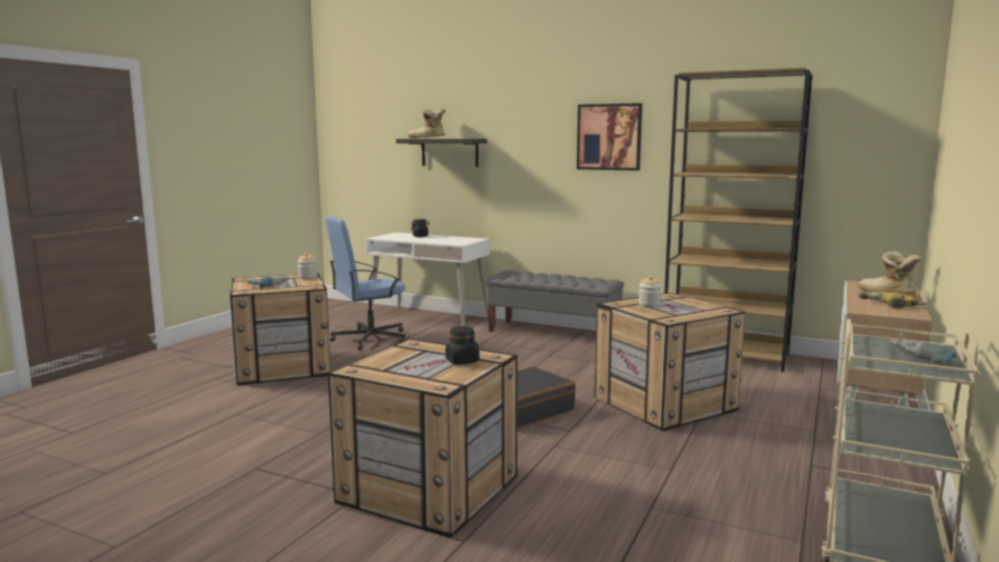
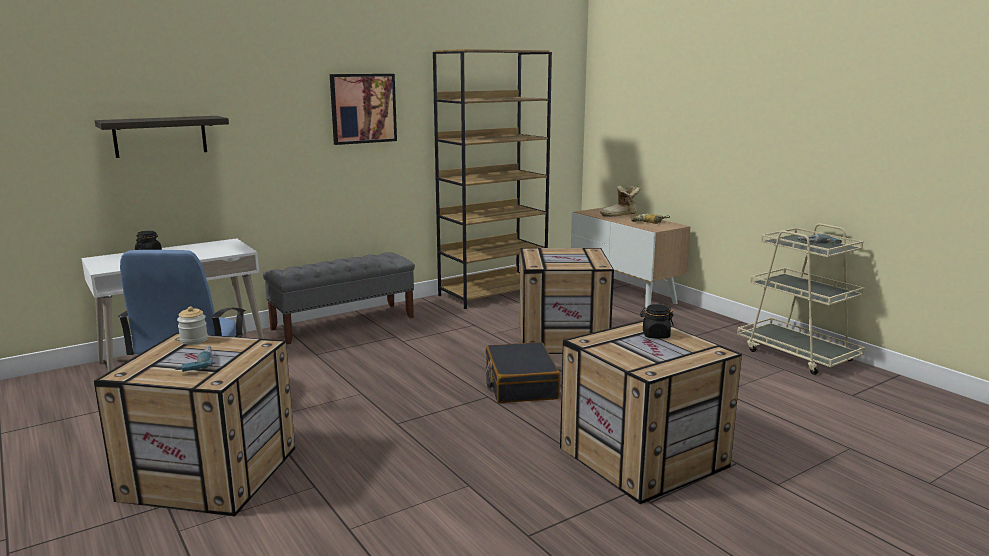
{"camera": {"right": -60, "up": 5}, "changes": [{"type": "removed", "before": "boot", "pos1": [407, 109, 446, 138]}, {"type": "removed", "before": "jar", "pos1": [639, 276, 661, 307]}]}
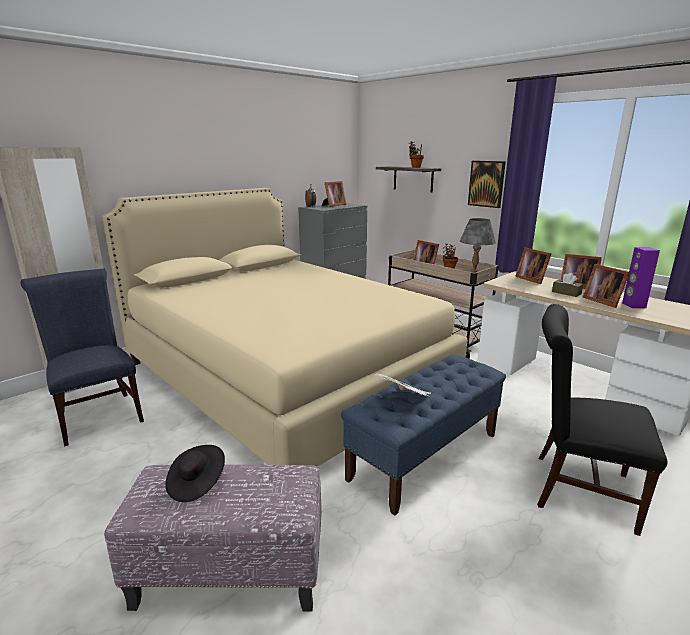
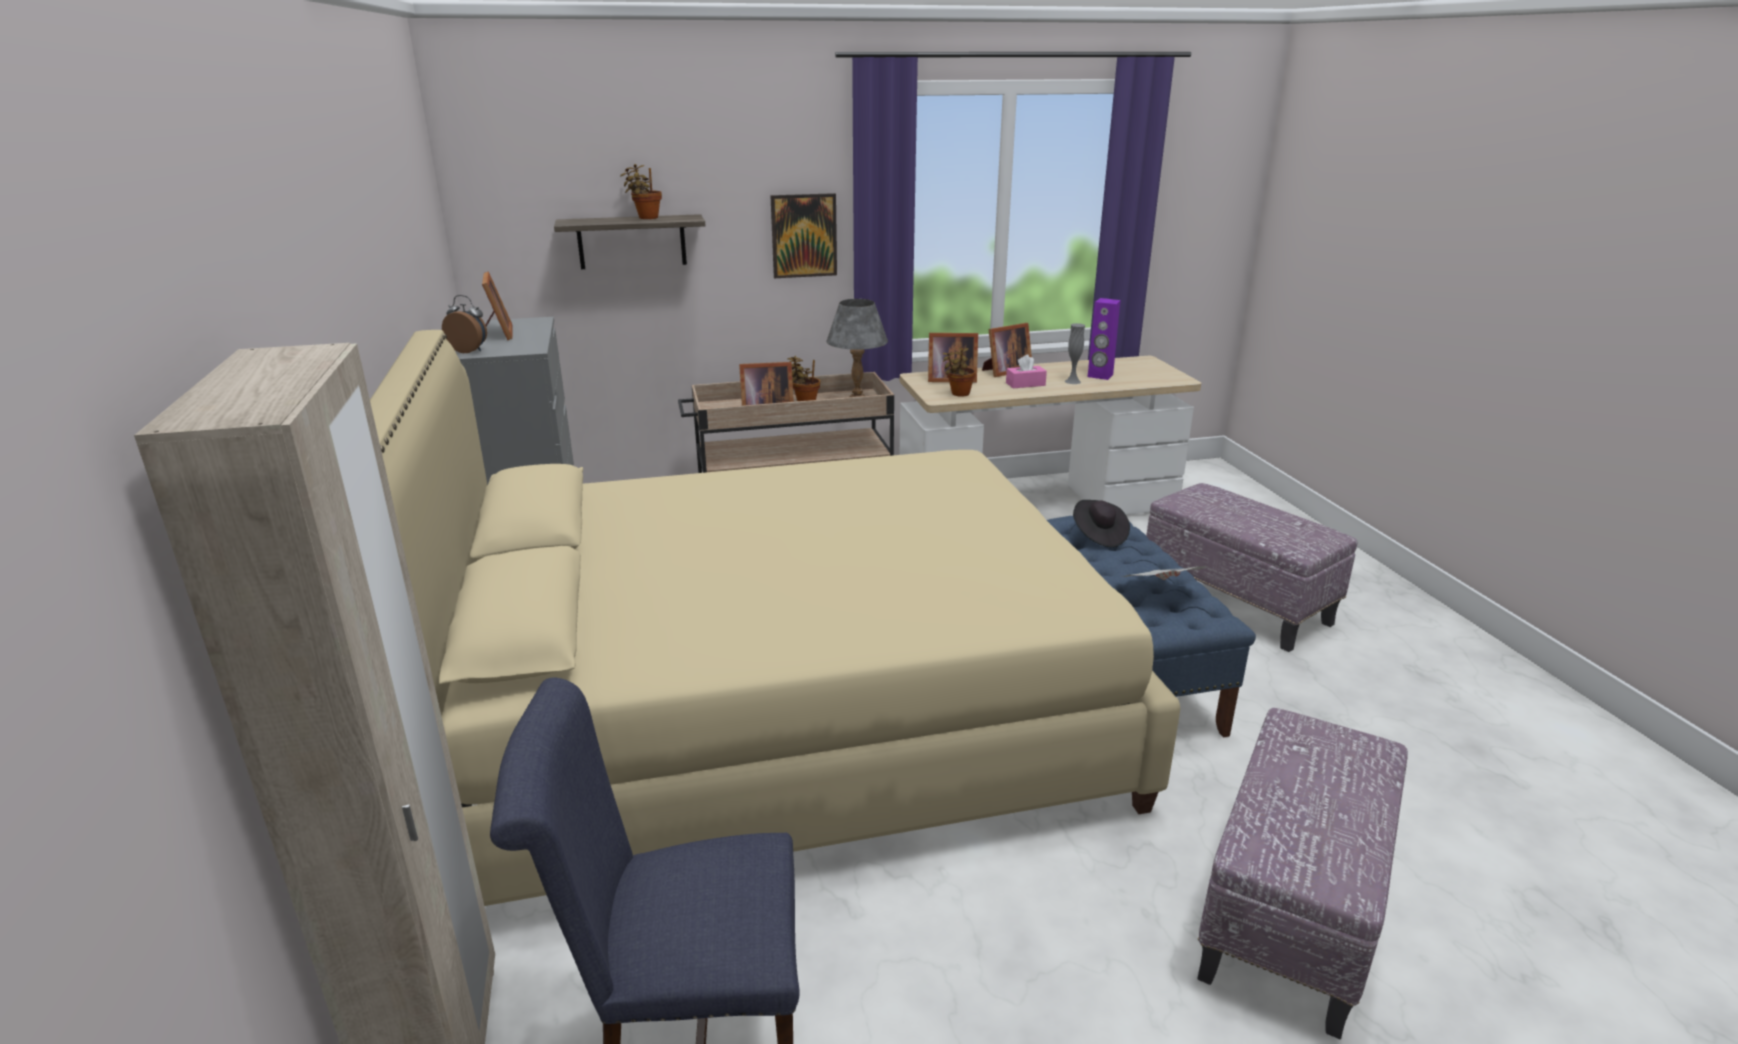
{"camera": {"right": -60, "up": 5}, "changes": [{"type": "replaced", "before": "picture frame", "after": "gray decorative vase", "pos1": [583, 264, 630, 308], "pos2": [1064, 323, 1085, 384]}, {"type": "recoloured", "before": "brownish tissue holder", "after": "pink tissue holder", "pos1": [552, 273, 583, 297], "pos2": [1006, 354, 1047, 388]}, {"type": "replaced", "before": "blackish chair", "after": "ottoman", "pos1": [537, 304, 668, 536], "pos2": [1146, 483, 1358, 652]}, {"type": "moved", "before": "blackish clothing hat", "pos1": [165, 445, 225, 502], "pos2": [1073, 500, 1130, 547]}, {"type": "added", "after": "potted plant", "pos2": [943, 348, 976, 396]}]}
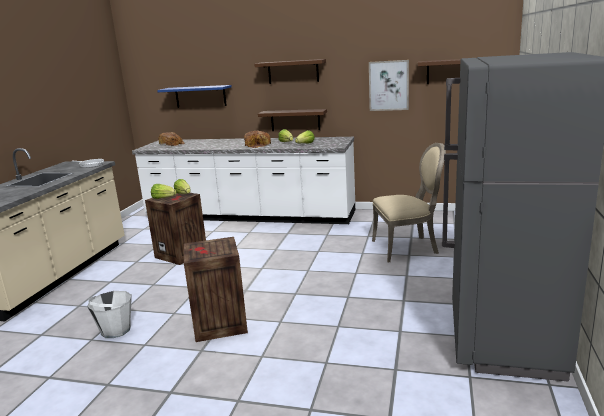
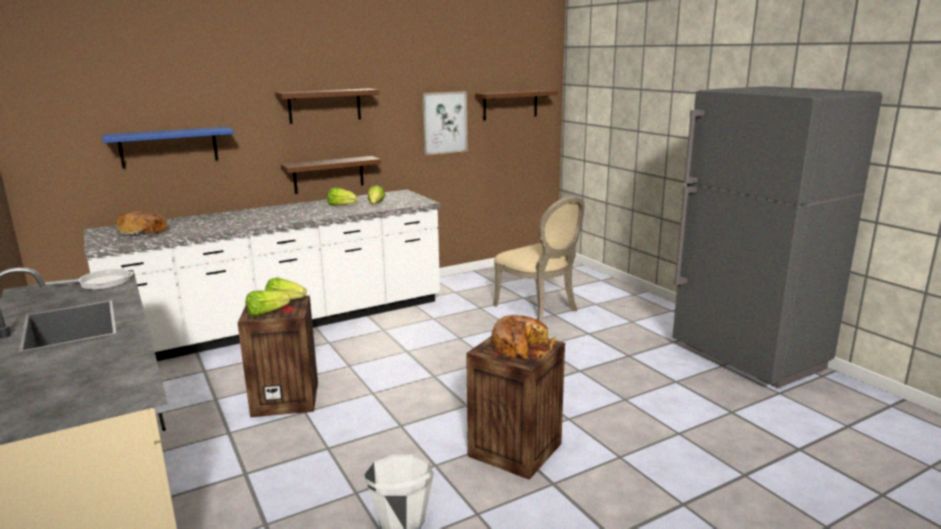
{"camera": {"right": -45, "up": 0}, "changes": [{"type": "moved", "before": "bakery bread", "pos1": [244, 131, 271, 148], "pos2": [491, 315, 556, 359]}, {"type": "turned", "before": "beige-coloured chair", "pos1": [372, 143, 446, 263], "pos2": [493, 196, 584, 322], "turn": 105}]}
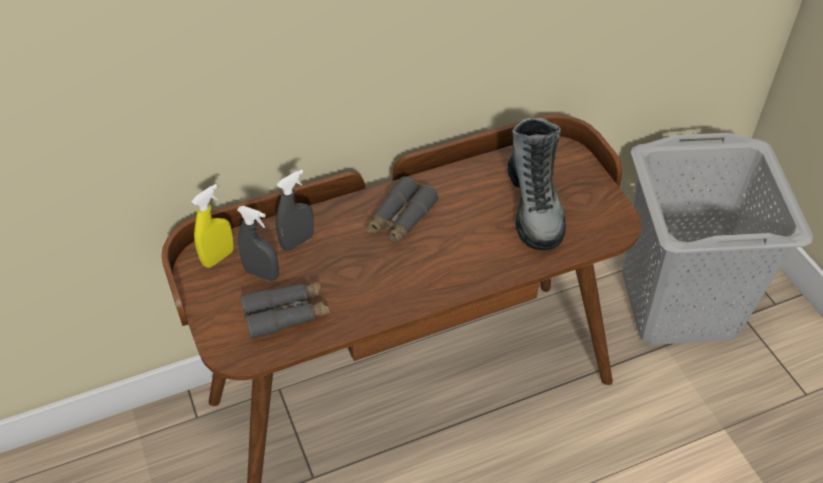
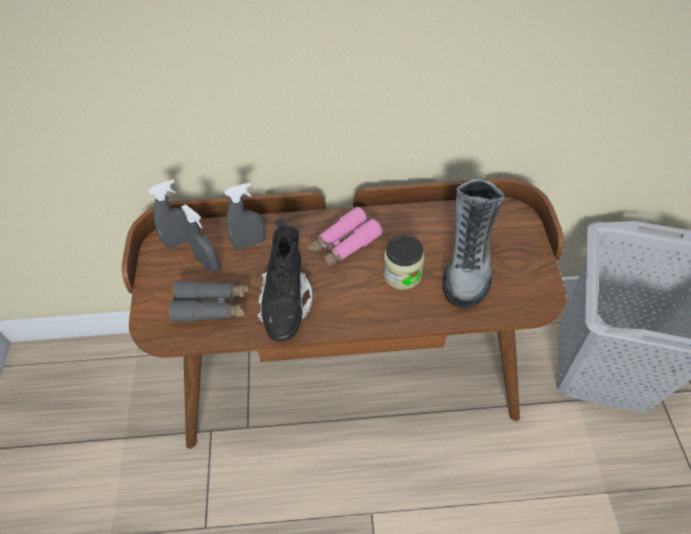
{"camera": {"right": 20, "up": 5}, "changes": [{"type": "recoloured", "before": "gray field glasses", "after": "pink field glasses", "pos1": [366, 176, 439, 245], "pos2": [308, 207, 383, 267]}, {"type": "recoloured", "before": "yellowish sprayer", "after": "gray sprayer", "pos1": [191, 184, 234, 268], "pos2": [148, 179, 189, 248]}, {"type": "added", "after": "blackish boot", "pos2": [257, 218, 313, 341]}, {"type": "added", "after": "jar", "pos2": [383, 235, 425, 290]}]}
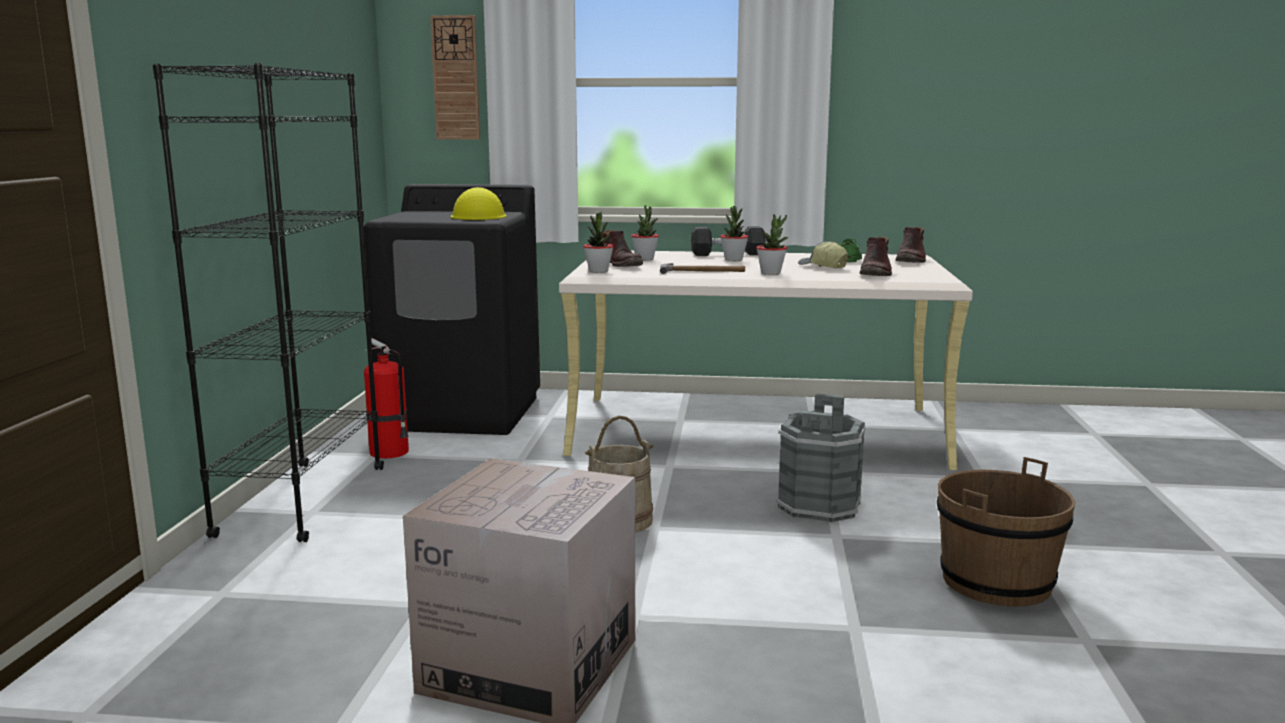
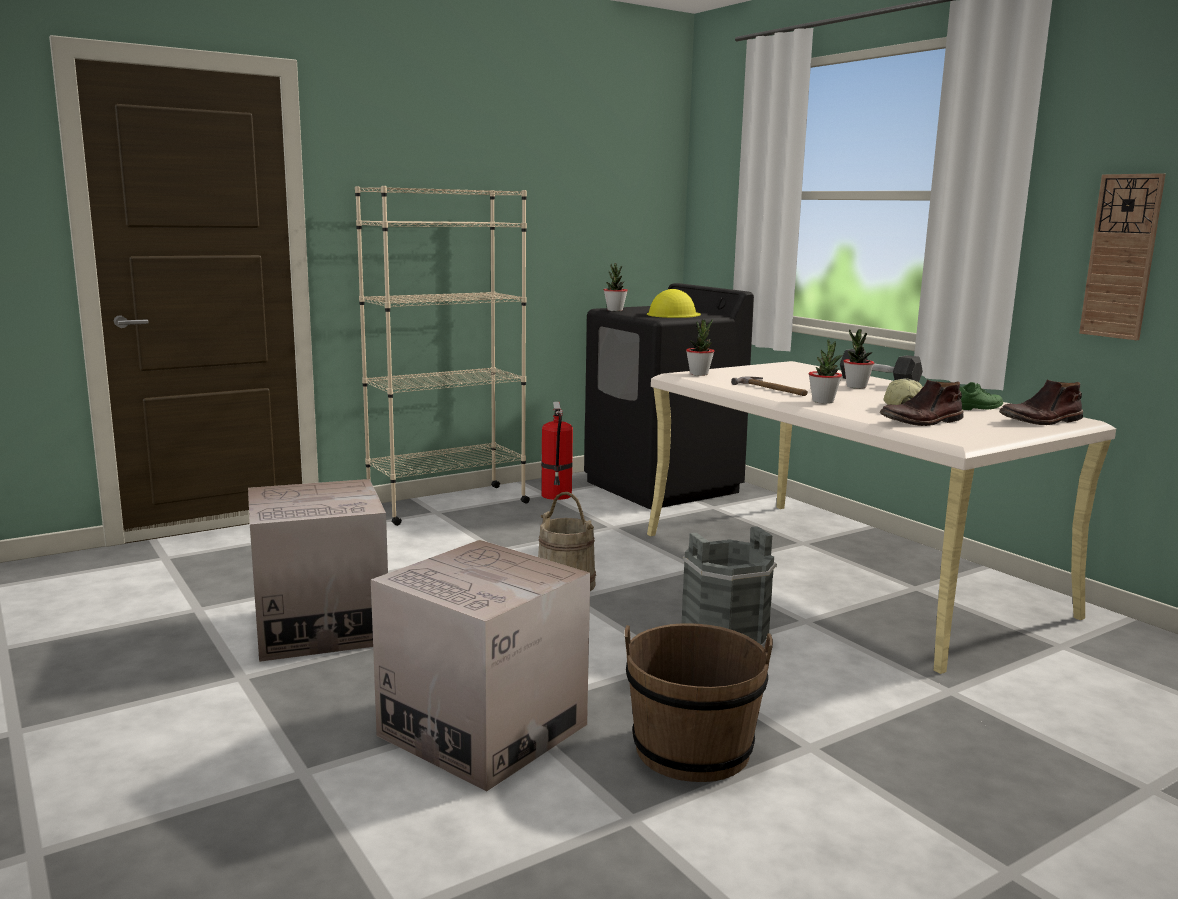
{"camera": {"right": 50, "up": 0}, "changes": [{"type": "moved", "before": "clock on the wall", "pos1": [430, 15, 480, 140], "pos2": [1079, 173, 1166, 340]}, {"type": "recoloured", "before": "blackish bookcase", "after": "beige-coloured bookcase", "pos1": [153, 63, 384, 542], "pos2": [355, 186, 530, 526]}, {"type": "moved", "before": "potted plant", "pos1": [631, 205, 659, 260], "pos2": [604, 263, 628, 311]}, {"type": "removed", "before": "brownish boot", "pos1": [602, 230, 643, 267]}, {"type": "added", "after": "packing box", "pos2": [371, 540, 590, 792]}]}
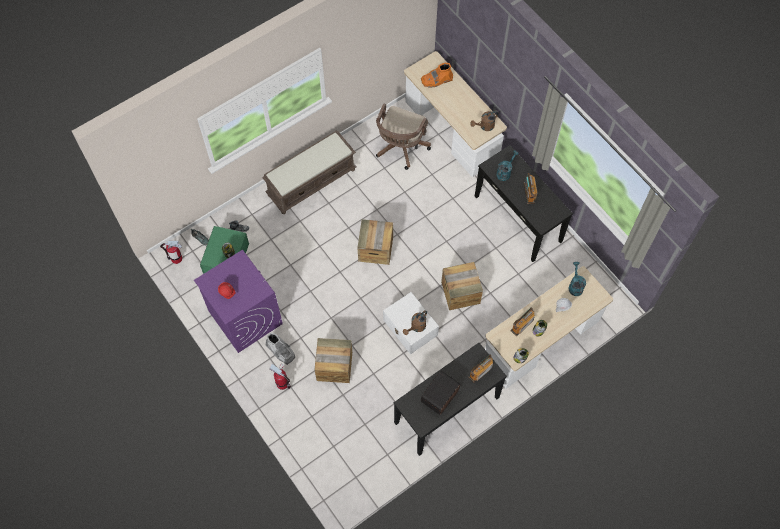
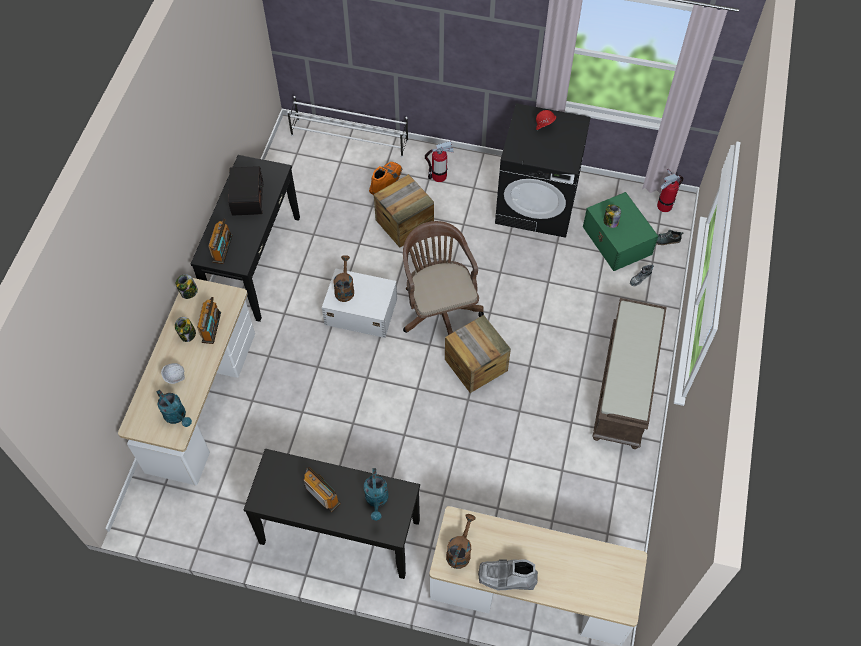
{"camera": {"right": 140, "up": -5}, "changes": [{"type": "moved", "before": "orange-coloured boot", "pos1": [421, 63, 453, 87], "pos2": [369, 162, 402, 195]}, {"type": "moved", "before": "brownish office chair", "pos1": [376, 104, 431, 170], "pos2": [403, 221, 484, 335]}, {"type": "recoloured", "before": "purple-coloured laundry machine", "after": "blackish laundry machine", "pos1": [194, 250, 283, 353], "pos2": [495, 103, 591, 238]}, {"type": "removed", "before": "crate", "pos1": [441, 262, 483, 310]}, {"type": "moved", "before": "gray boot", "pos1": [266, 333, 295, 365], "pos2": [478, 559, 538, 590]}, {"type": "added", "after": "white-coloured shoe rack", "pos2": [287, 96, 408, 157]}]}
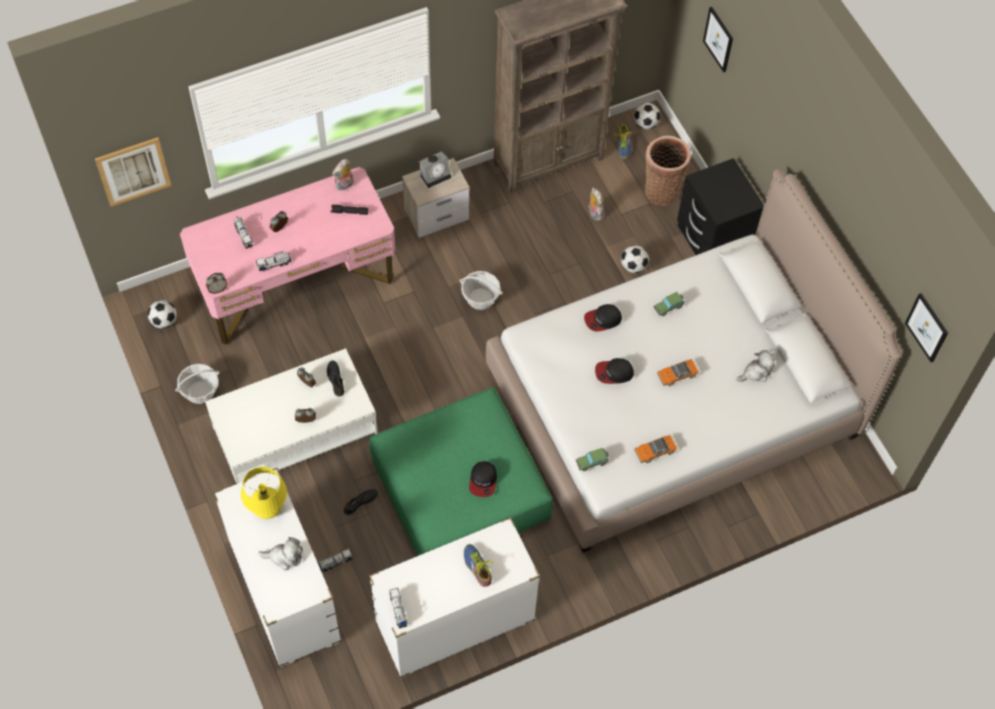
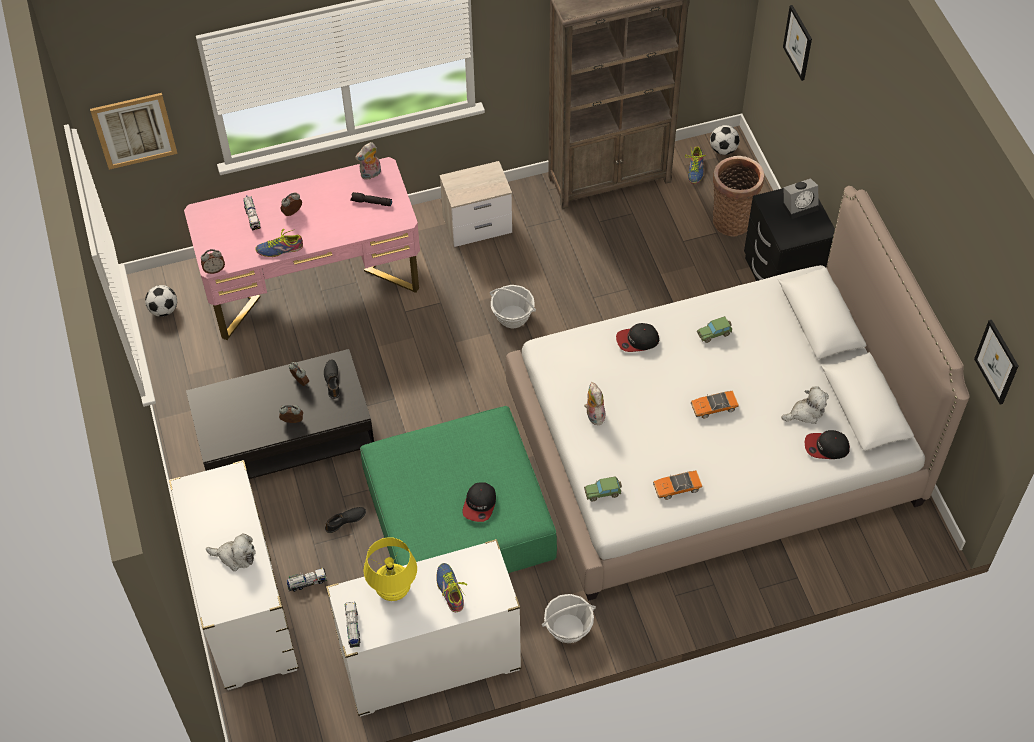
{"camera": {"right": 10, "up": -5}, "changes": [{"type": "moved", "before": "table clock", "pos1": [419, 151, 451, 188], "pos2": [783, 178, 818, 219]}, {"type": "moved", "before": "soft toy", "pos1": [588, 187, 604, 221], "pos2": [584, 382, 605, 425]}, {"type": "removed", "before": "ball for football", "pos1": [621, 245, 649, 273]}, {"type": "replaced", "before": "toy truck", "after": "low shoe", "pos1": [256, 251, 292, 271], "pos2": [255, 229, 303, 257]}, {"type": "recoloured", "before": "white-coloured low table", "after": "blackish low table", "pos1": [205, 348, 378, 484], "pos2": [186, 349, 374, 479]}, {"type": "moved", "before": "cap", "pos1": [595, 358, 634, 384], "pos2": [805, 430, 850, 459]}, {"type": "moved", "before": "basket", "pos1": [175, 364, 220, 404], "pos2": [542, 594, 596, 643]}, {"type": "moved", "before": "yellowish lamp for a table", "pos1": [241, 467, 287, 519], "pos2": [364, 537, 417, 601]}]}
